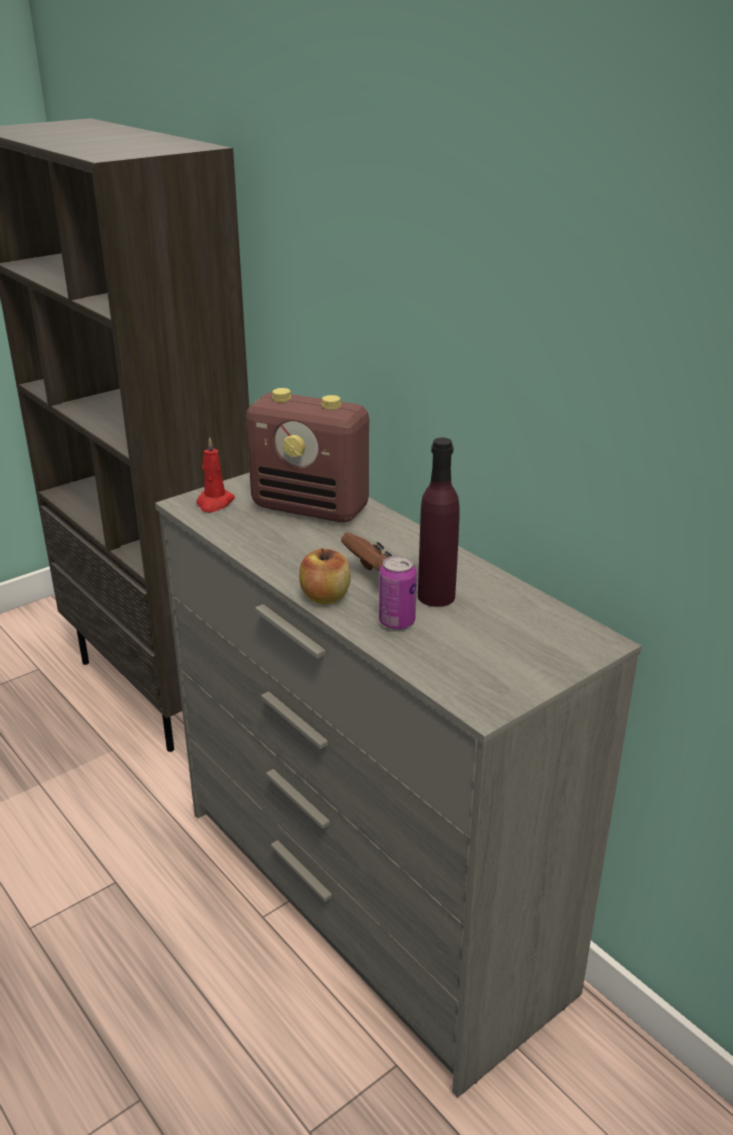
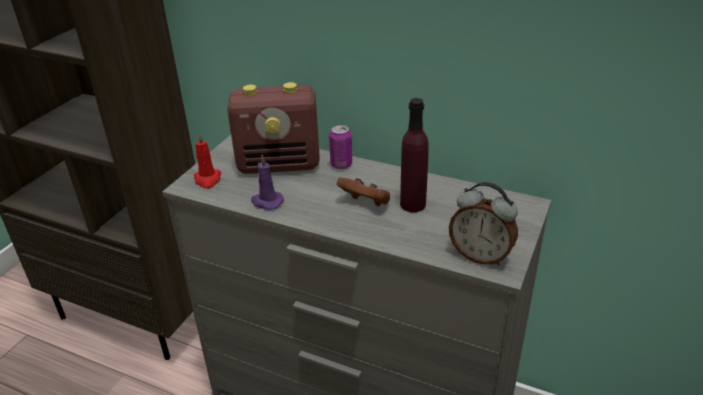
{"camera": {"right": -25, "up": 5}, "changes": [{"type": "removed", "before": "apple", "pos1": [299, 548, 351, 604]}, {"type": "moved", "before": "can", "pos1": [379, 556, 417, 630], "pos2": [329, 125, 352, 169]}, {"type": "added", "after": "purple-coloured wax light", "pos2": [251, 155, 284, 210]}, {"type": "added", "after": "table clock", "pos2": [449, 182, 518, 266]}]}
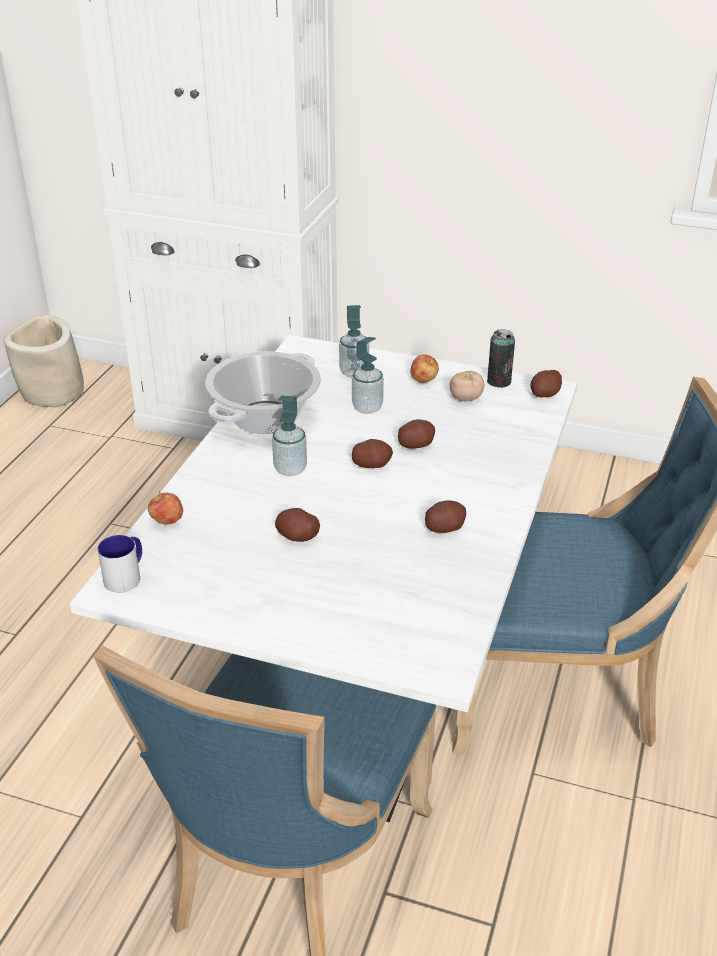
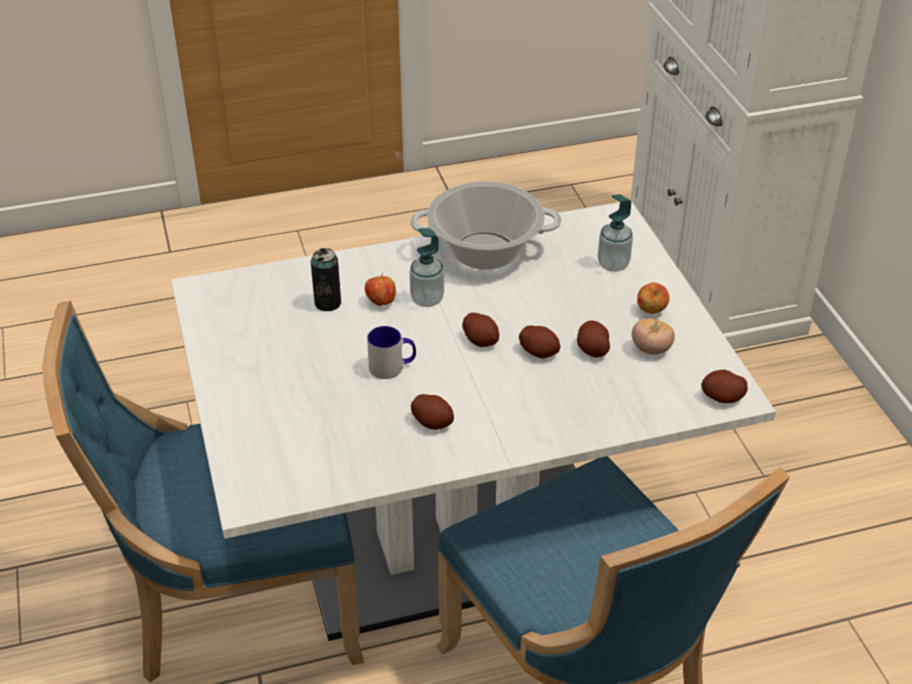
{"camera": {"right": 55, "up": 5}, "changes": [{"type": "removed", "before": "beige-coloured planter", "pos1": [3, 315, 84, 407]}, {"type": "moved", "before": "can", "pos1": [487, 329, 515, 388], "pos2": [311, 248, 341, 311]}, {"type": "removed", "before": "liquid soap bottle", "pos1": [352, 337, 384, 414]}, {"type": "moved", "before": "apple", "pos1": [148, 492, 183, 525], "pos2": [365, 274, 396, 306]}, {"type": "moved", "before": "potato", "pos1": [275, 508, 320, 542], "pos2": [577, 320, 610, 357]}, {"type": "moved", "before": "coffee mug", "pos1": [98, 535, 142, 593], "pos2": [367, 326, 416, 379]}]}
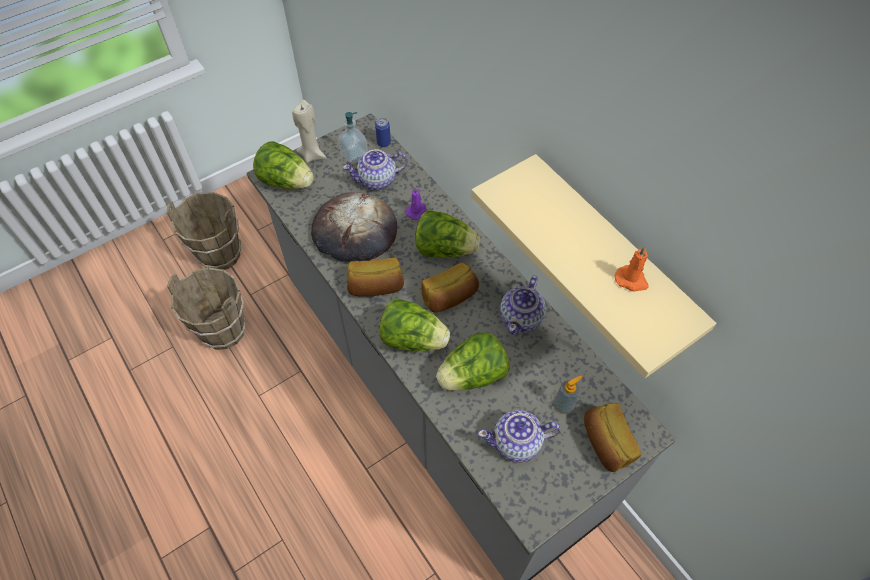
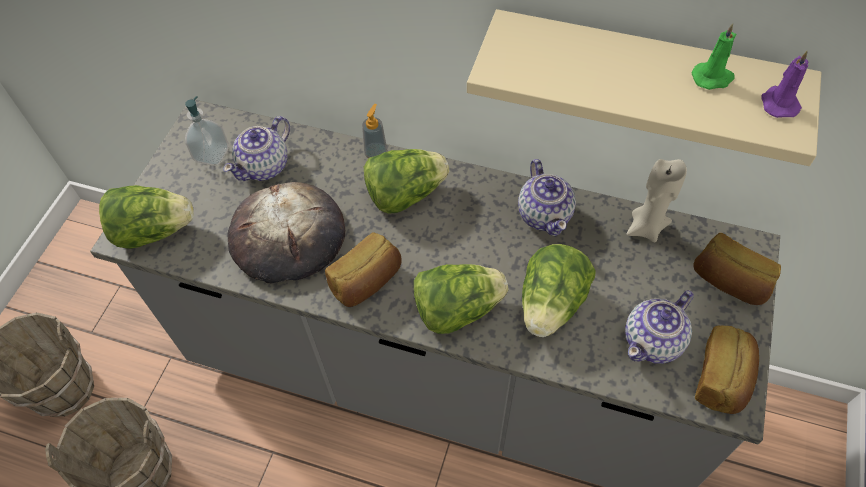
{"camera": {"right": -35, "up": 0}, "changes": [{"type": "moved", "before": "beige-coloured wax light", "pos1": [292, 100, 327, 163], "pos2": [626, 159, 687, 242]}, {"type": "removed", "before": "can", "pos1": [375, 117, 391, 147]}, {"type": "moved", "before": "purple-coloured wax light", "pos1": [405, 186, 427, 220], "pos2": [761, 50, 808, 118]}, {"type": "recoloured", "before": "orange-coloured wax light", "after": "green wax light", "pos1": [615, 246, 648, 291], "pos2": [692, 23, 736, 90]}, {"type": "moved", "before": "bakery bread", "pos1": [421, 262, 479, 312], "pos2": [695, 326, 759, 414]}, {"type": "moved", "before": "liquid soap bottle", "pos1": [554, 375, 583, 414], "pos2": [362, 104, 388, 158]}]}
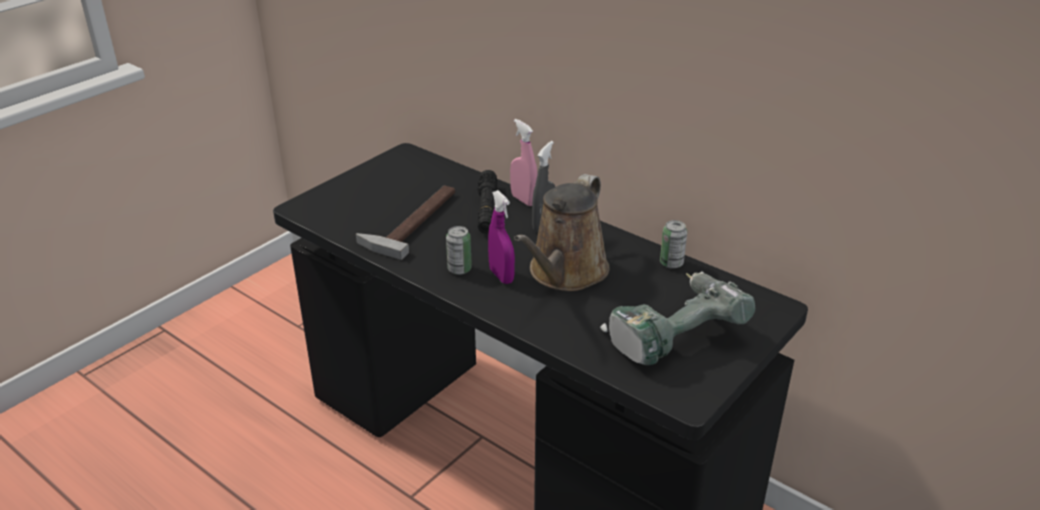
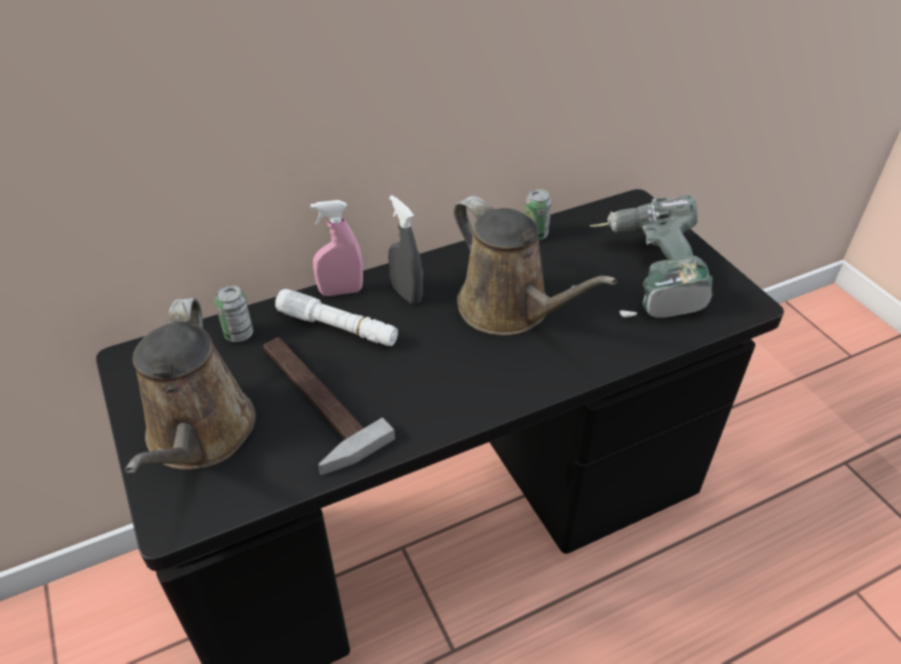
{"camera": {"right": -65, "up": 10}, "changes": [{"type": "recoloured", "before": "blackish torch", "after": "white-coloured torch", "pos1": [478, 170, 497, 233], "pos2": [275, 289, 398, 346]}, {"type": "removed", "before": "purple-coloured sprayer", "pos1": [488, 190, 515, 284]}, {"type": "moved", "before": "can", "pos1": [446, 226, 472, 275], "pos2": [215, 285, 253, 342]}, {"type": "added", "after": "brownish watering can", "pos2": [125, 298, 256, 473]}]}
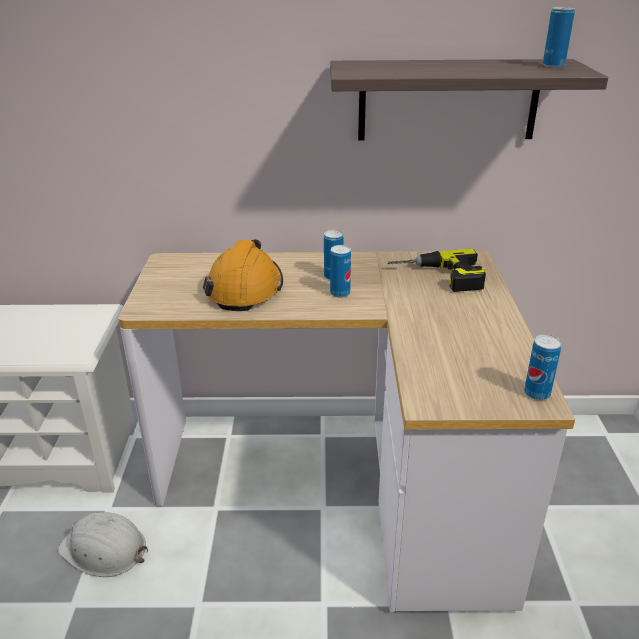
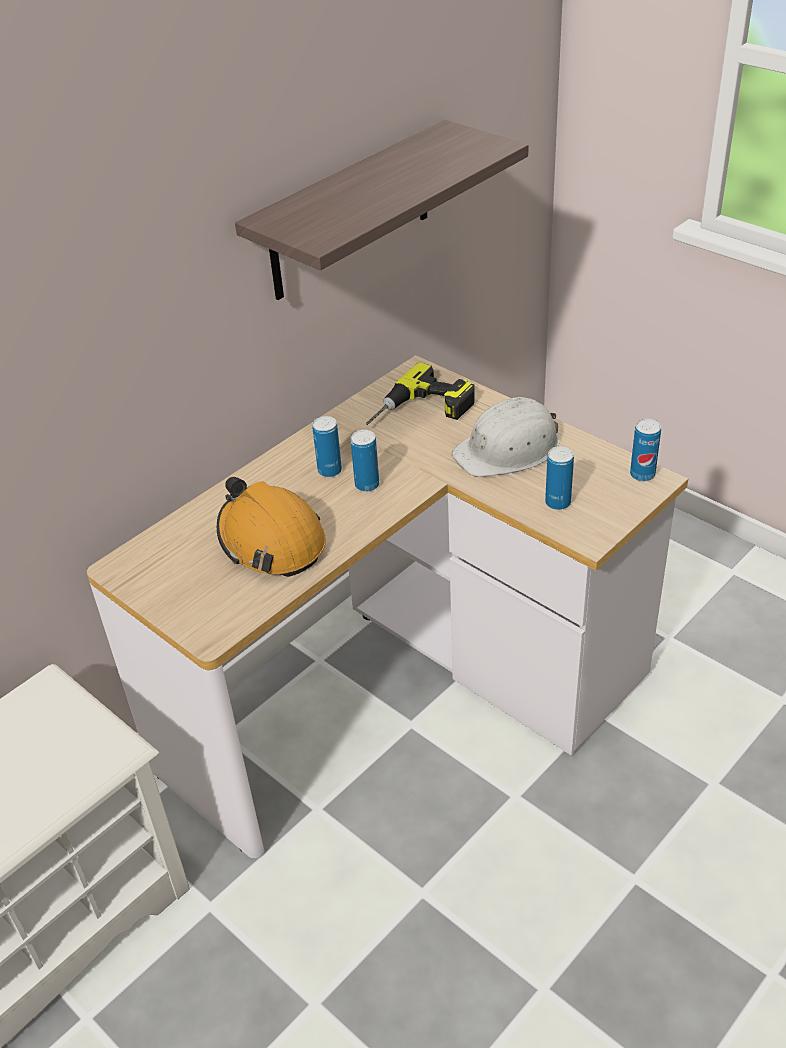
{"camera": {"right": -45, "up": 10}, "changes": [{"type": "moved", "before": "can", "pos1": [543, 7, 575, 68], "pos2": [545, 446, 574, 510]}, {"type": "moved", "before": "white-coloured safety helmet", "pos1": [57, 512, 148, 577], "pos2": [452, 397, 559, 477]}]}
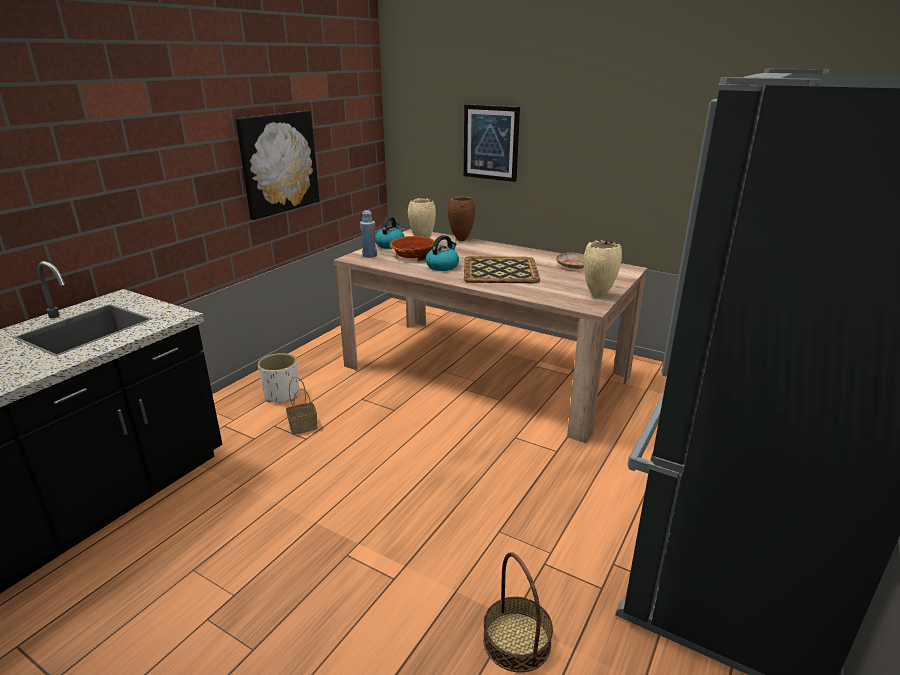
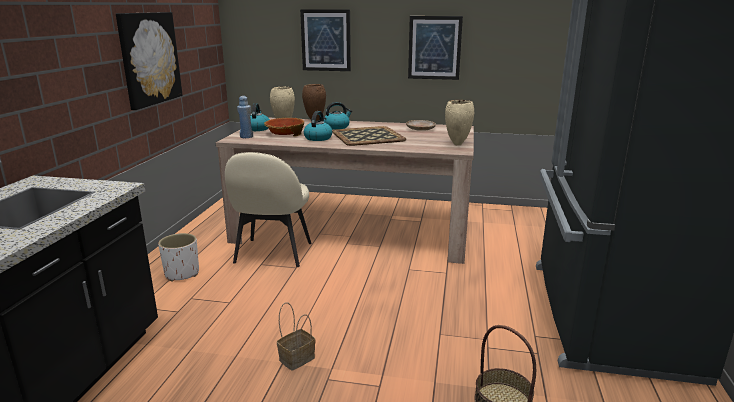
{"camera": {"right": -20, "up": -5}, "changes": [{"type": "moved", "before": "basket", "pos1": [286, 377, 318, 435], "pos2": [277, 302, 315, 371]}, {"type": "added", "after": "wall art", "pos2": [408, 16, 463, 80]}, {"type": "added", "after": "water kettle", "pos2": [325, 102, 352, 130]}, {"type": "added", "after": "beige-coloured chair", "pos2": [225, 152, 312, 267]}]}
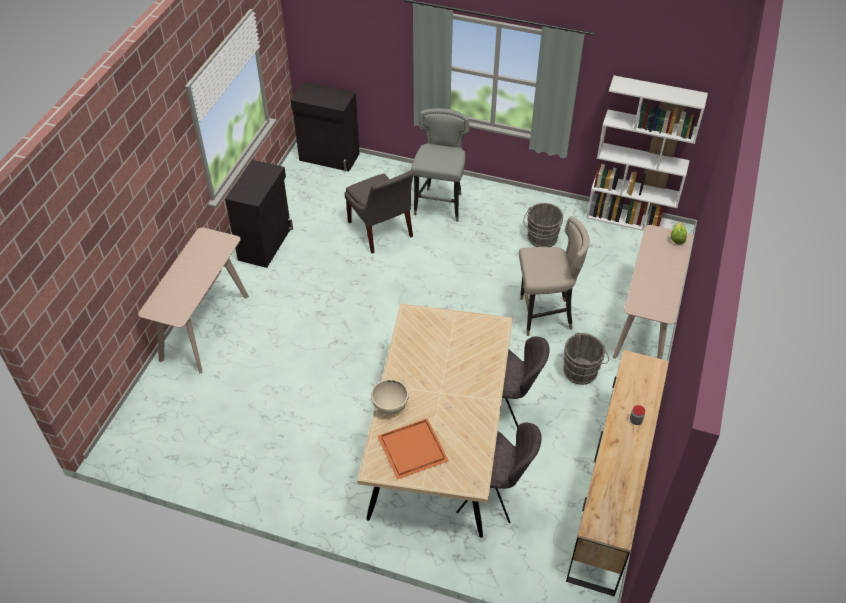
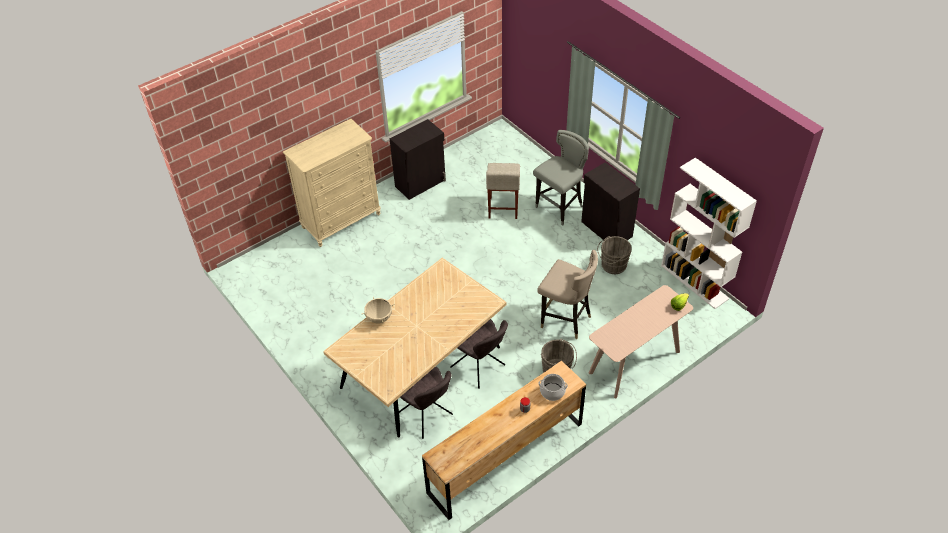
{"camera": {"right": 35, "up": 0}, "changes": [{"type": "moved", "before": "blackish cupboard", "pos1": [290, 82, 360, 172], "pos2": [581, 162, 640, 240]}, {"type": "replaced", "before": "gray chair", "after": "beige-coloured sitting stool", "pos1": [344, 171, 414, 254], "pos2": [486, 163, 520, 219]}, {"type": "replaced", "before": "beige-coloured console table", "after": "beige-coloured chest of drawers", "pos1": [138, 227, 249, 373], "pos2": [283, 119, 380, 247]}, {"type": "removed", "before": "orange-coloured serving tray", "pos1": [378, 418, 449, 480]}, {"type": "added", "after": "saucepot", "pos2": [538, 374, 568, 401]}]}
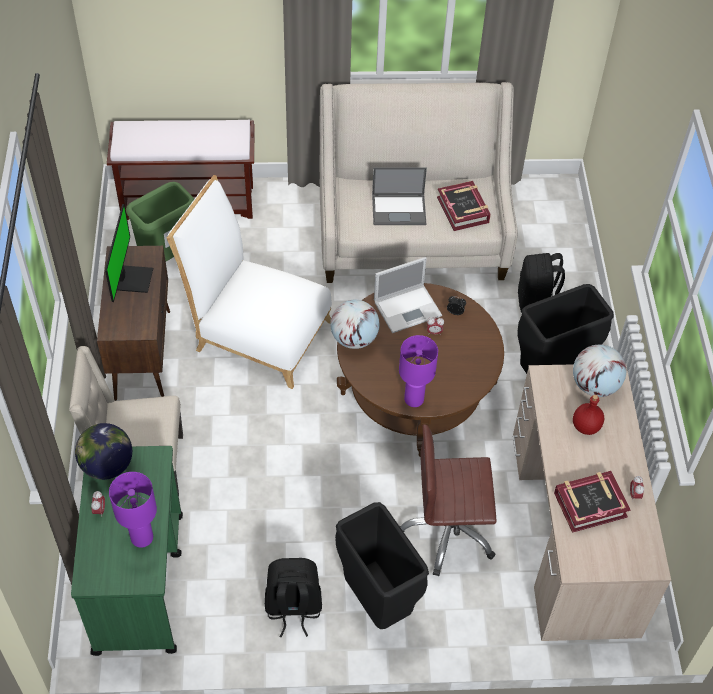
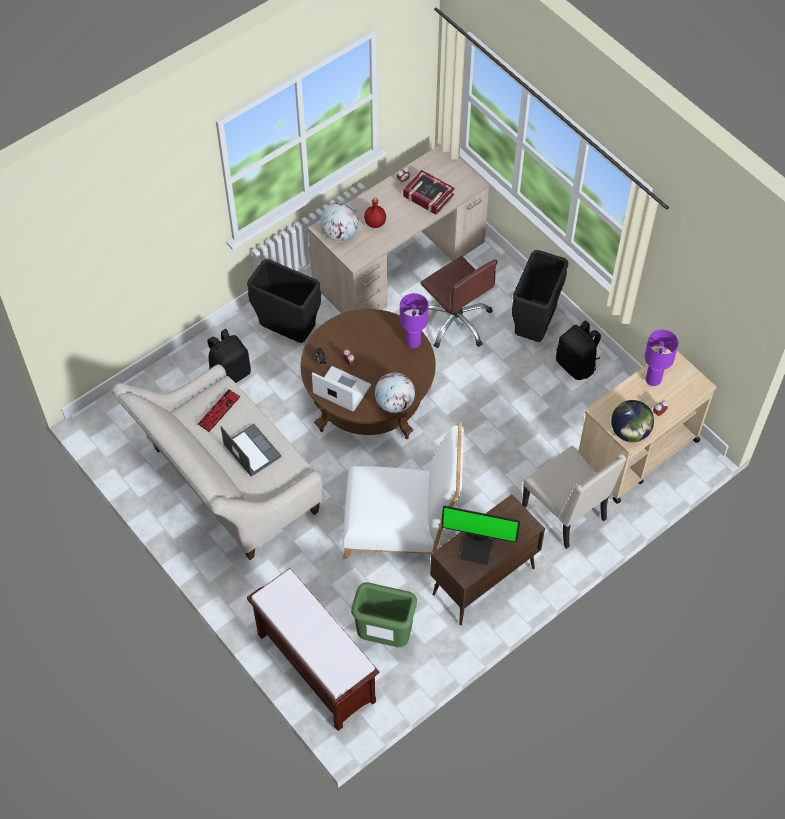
{"camera": {"right": -125, "up": 5}, "changes": [{"type": "turned", "before": "white-coloured chair", "pos1": [167, 175, 332, 389], "pos2": [343, 421, 464, 559], "turn": -75}, {"type": "replaced", "before": "book", "after": "PC keyboard", "pos1": [437, 181, 491, 231], "pos2": [198, 389, 240, 432]}, {"type": "turned", "before": "computer screen", "pos1": [105, 204, 153, 302], "pos2": [441, 506, 520, 564], "turn": -135}, {"type": "recoloured", "before": "green trolley", "after": "beige-coloured trolley", "pos1": [71, 446, 183, 656], "pos2": [578, 349, 716, 503]}]}
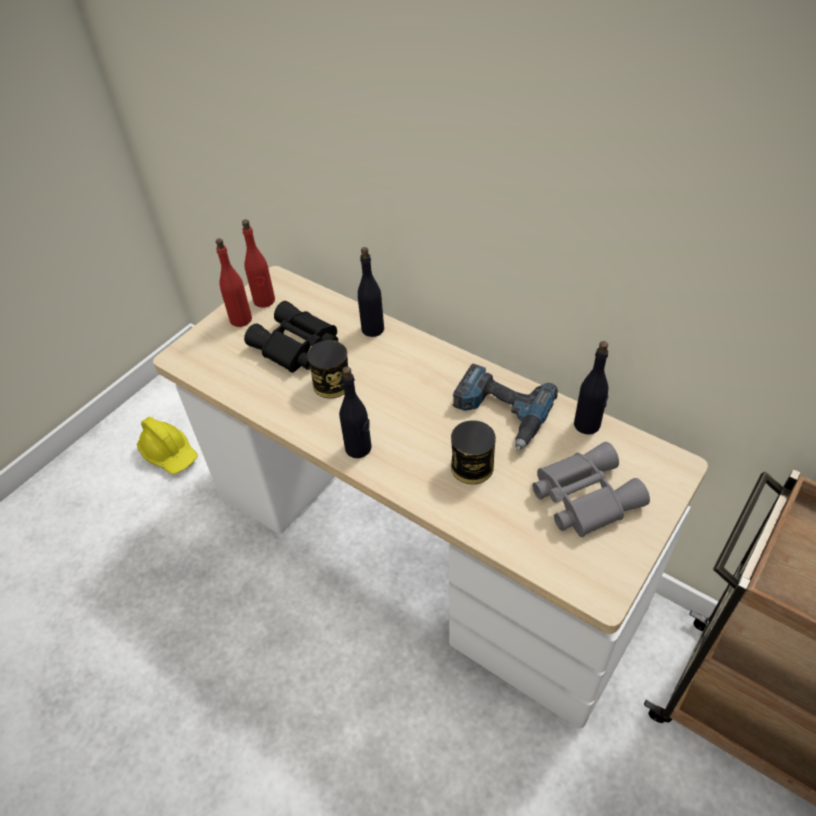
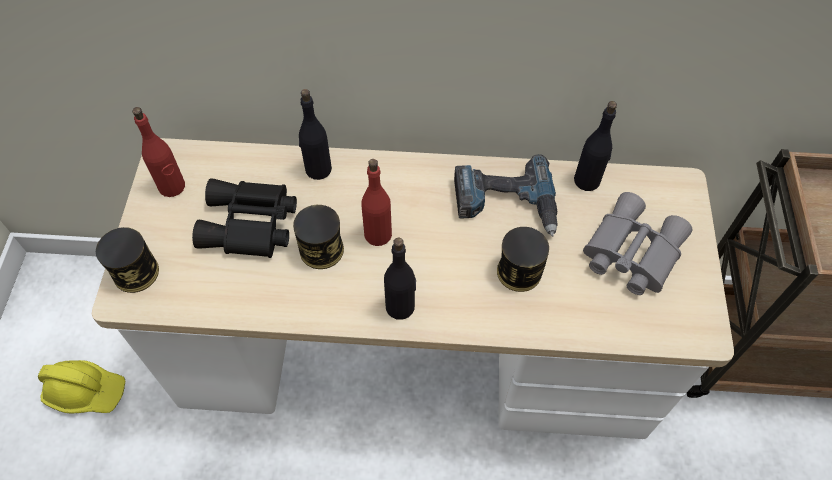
{"camera": {"right": -35, "up": 10}, "changes": [{"type": "moved", "before": "red drink bottle", "pos1": [216, 238, 252, 327], "pos2": [362, 159, 392, 246]}, {"type": "added", "after": "can", "pos2": [96, 227, 159, 293]}]}
